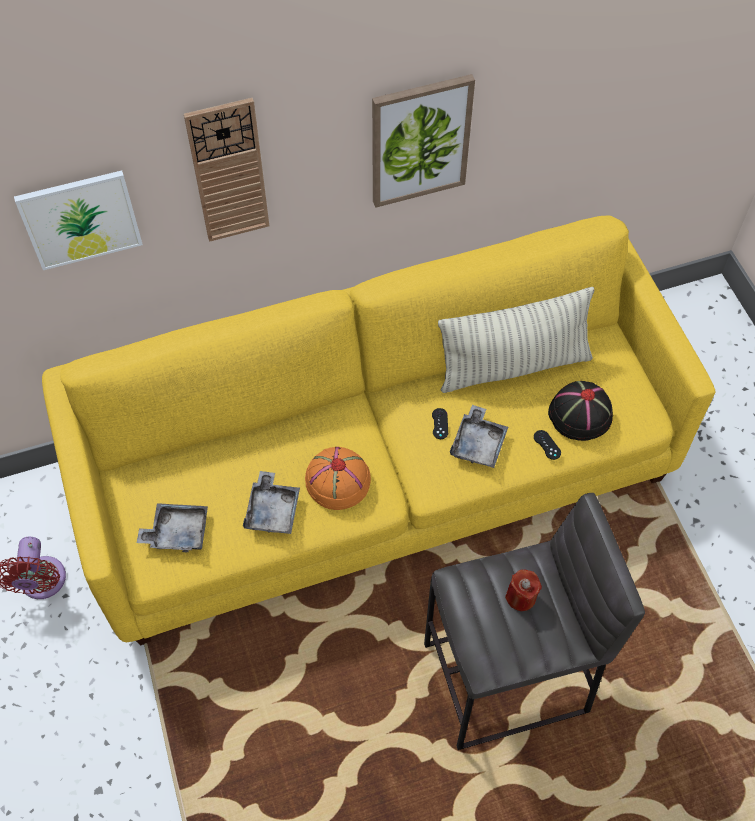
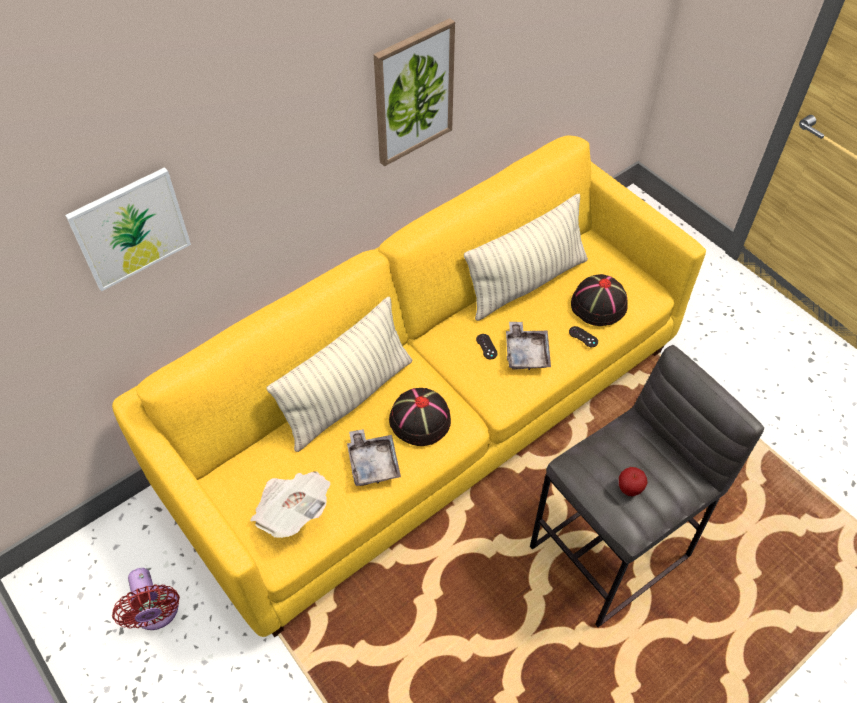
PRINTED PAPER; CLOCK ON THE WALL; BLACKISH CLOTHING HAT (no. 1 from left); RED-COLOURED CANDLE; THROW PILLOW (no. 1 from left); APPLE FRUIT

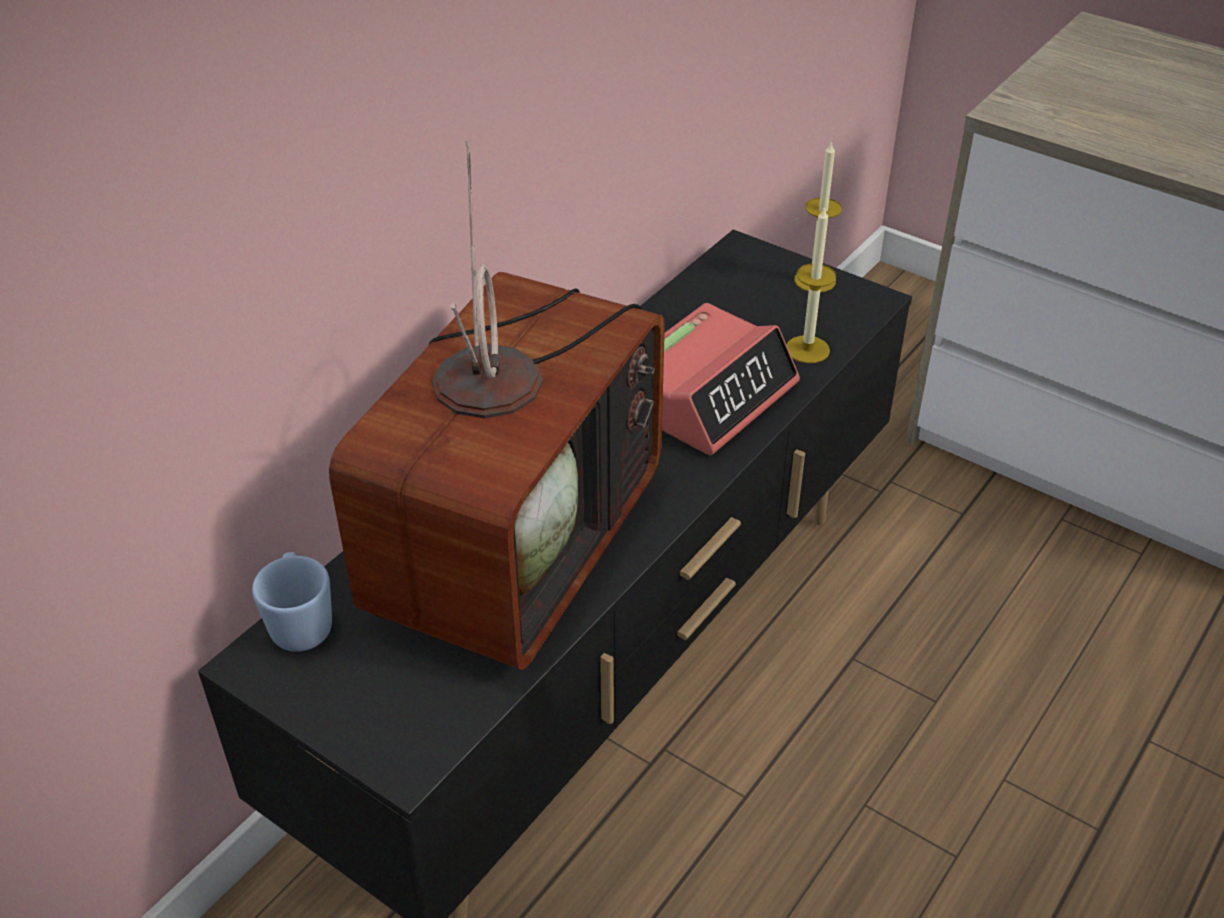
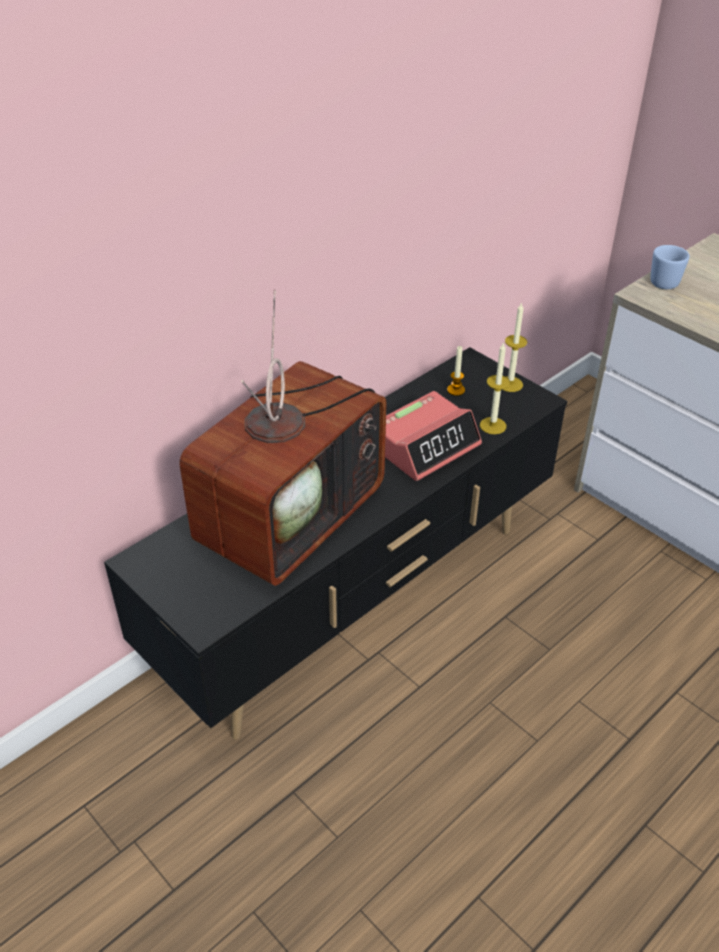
BLUE-COLOURED TEA MUG; CANDLE (no. 1 from left)

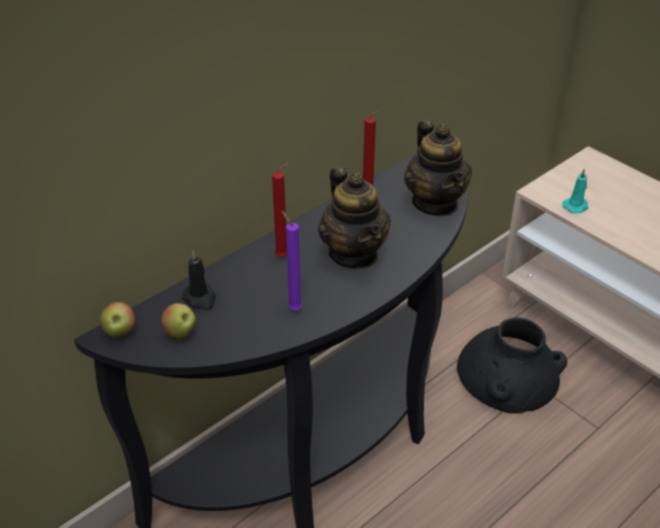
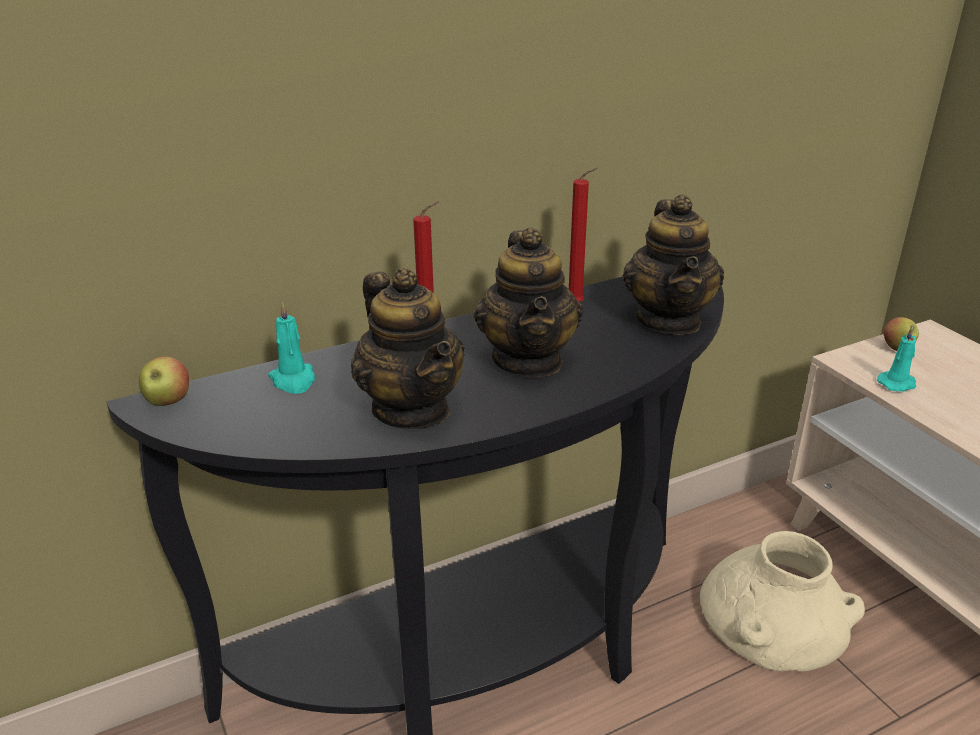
APPLE FRUIT (no. 2 from left); BLUE-GREEN CANDLE (no. 1 from left); TEAPOT (no. 1 from left); SAND-COLOURED VASE

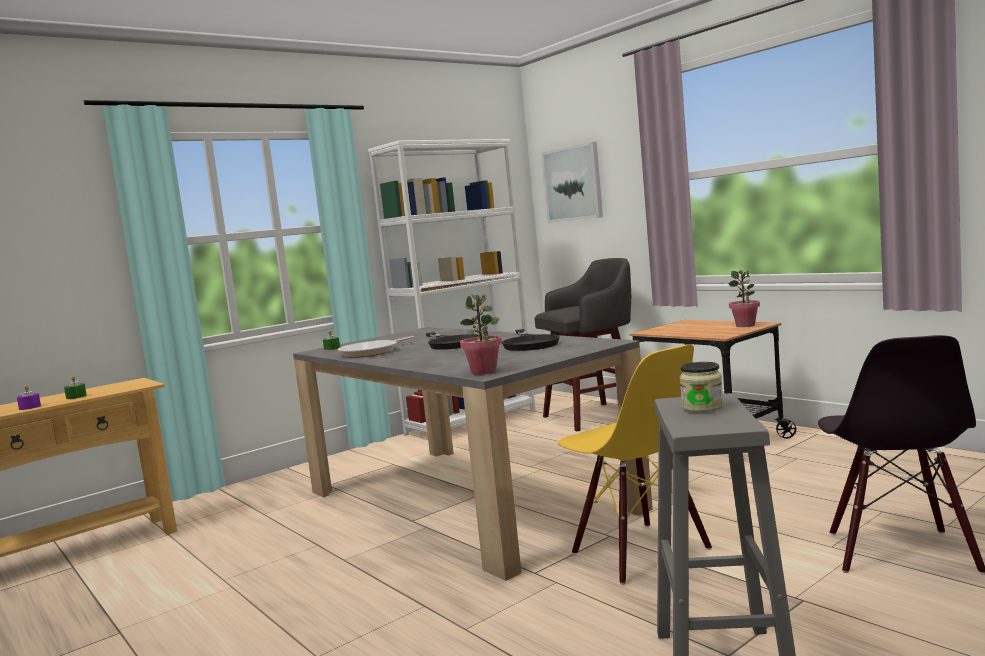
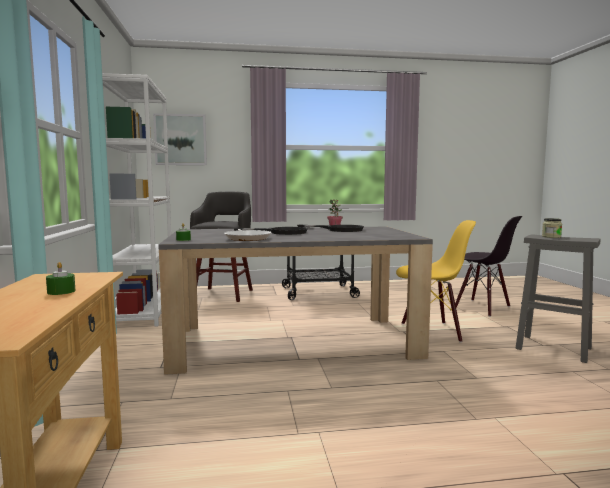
PURPLE-COLOURED CANDLE; PLANT IN A POT (no. 1 from left in the first image)

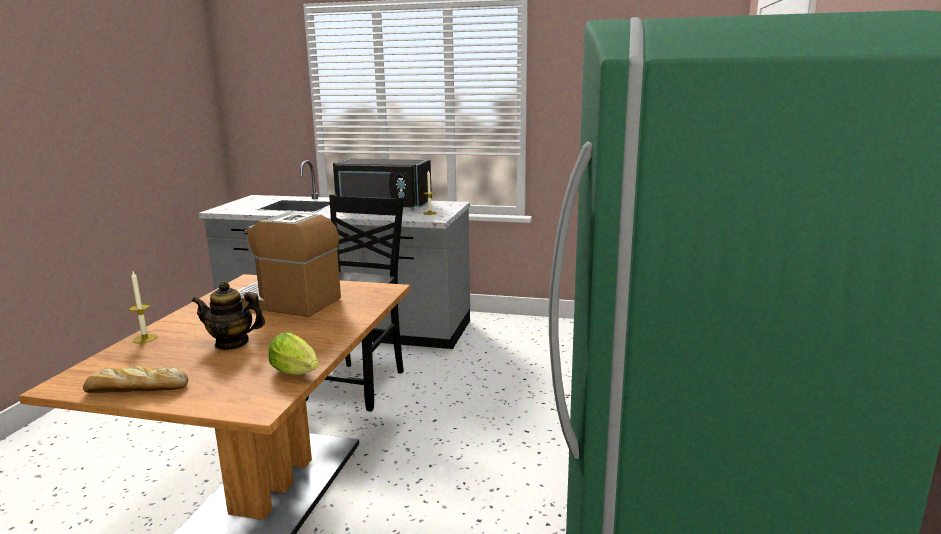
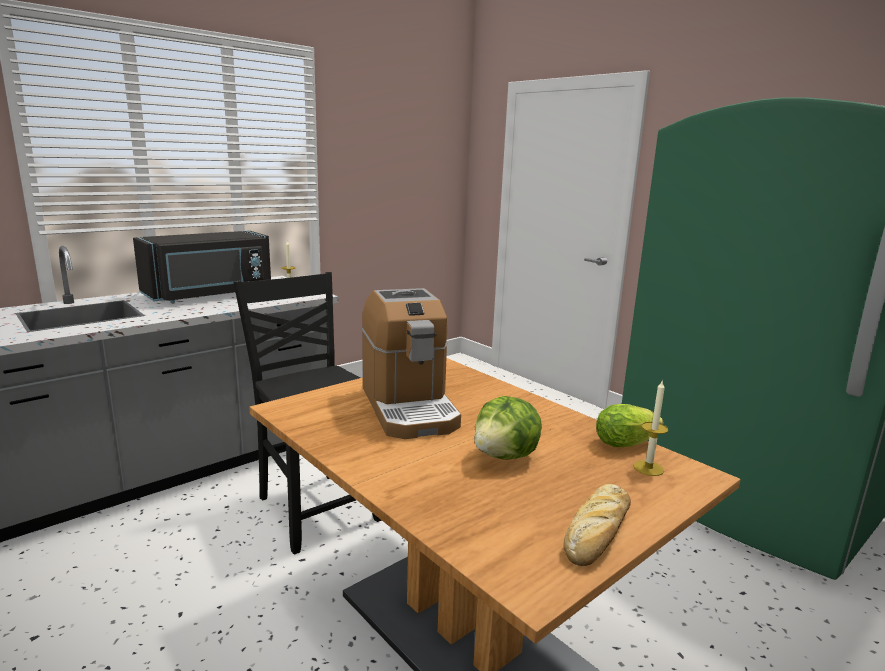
CANDLE (no. 2 from left); LETTUCE (no. 1 from left); COFFEE BREWER

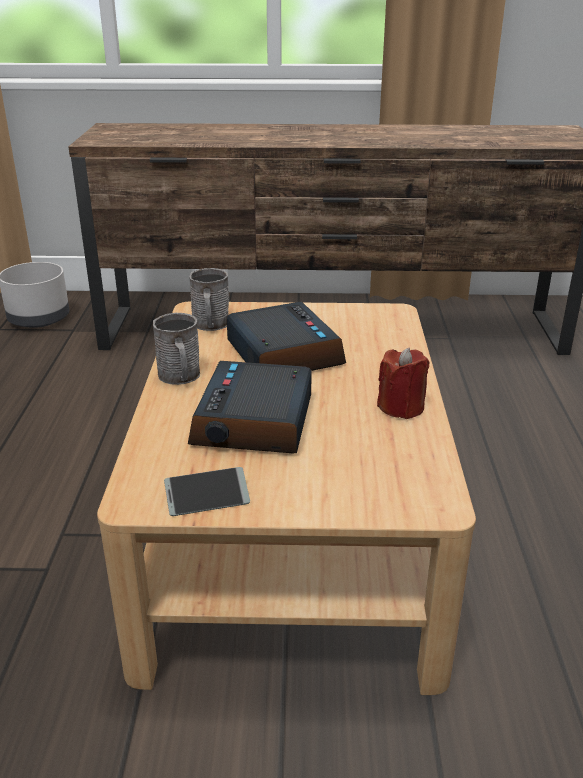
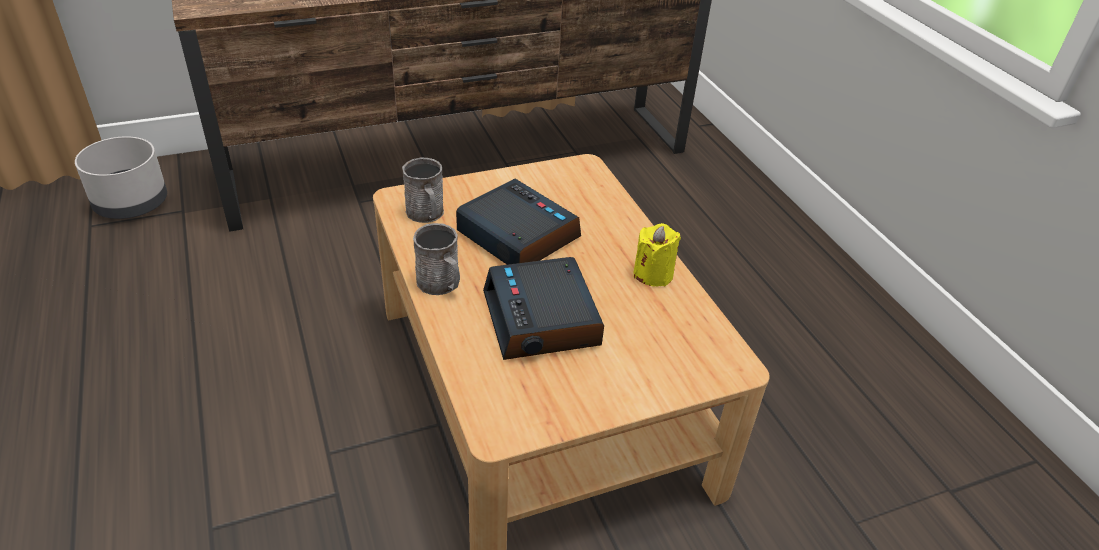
PHONE; YELLOW CANDLE

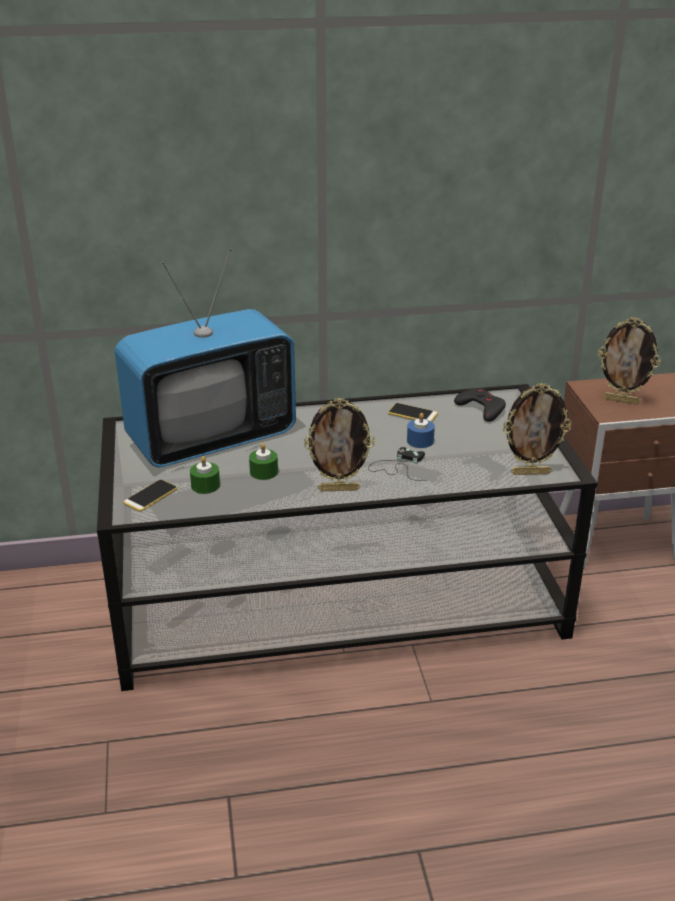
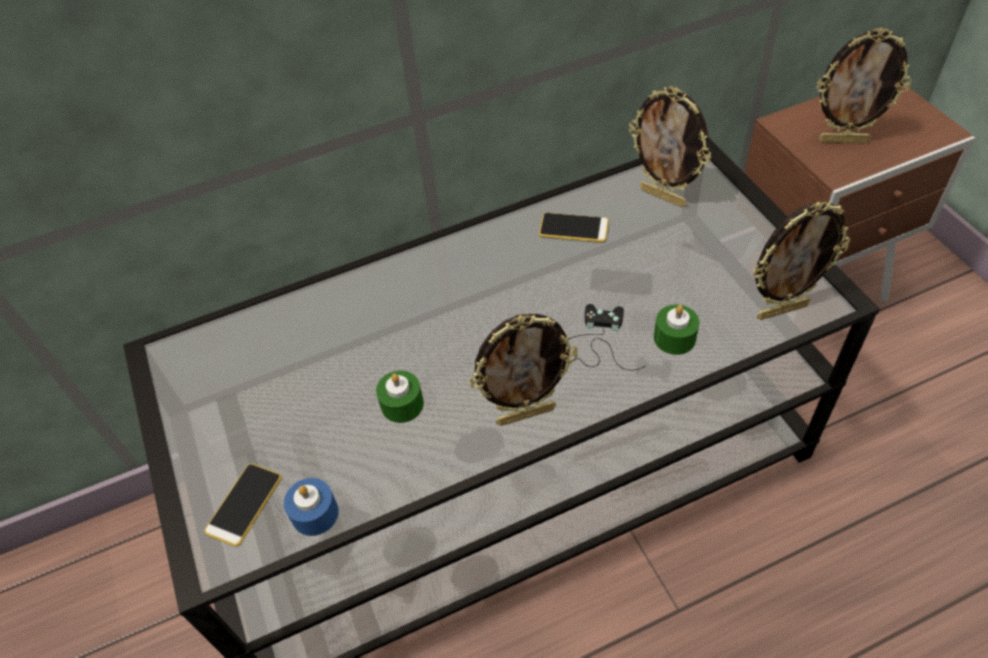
TV; GREENISH CANDLE (no. 2 from left); BLUE-COLOURED CANDLE; STANDING FRAME (no. 2 from left)

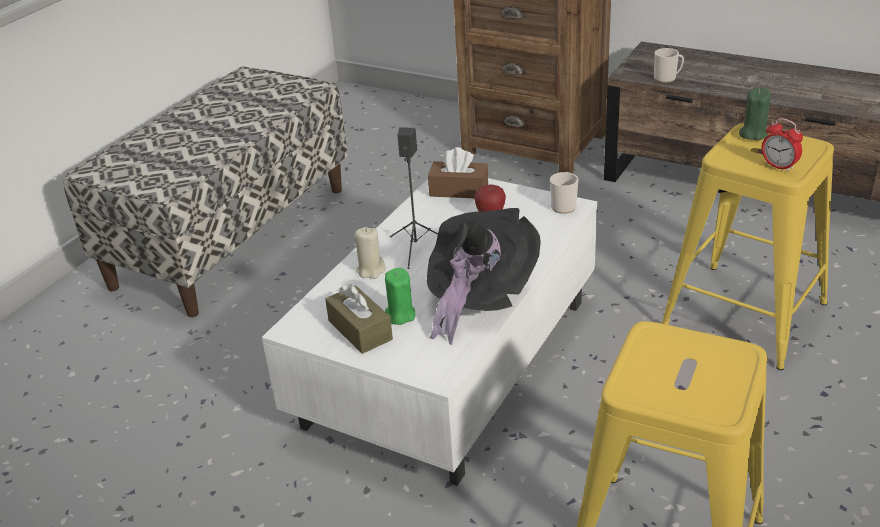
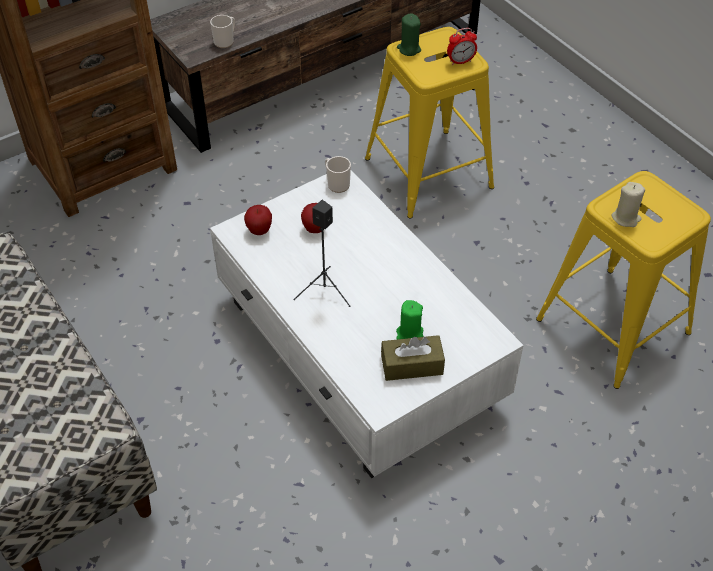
SAND-COLOURED CANDLE; BLACKISH CLOTHING HAT; APPLE FRUIT (no. 1 from left)

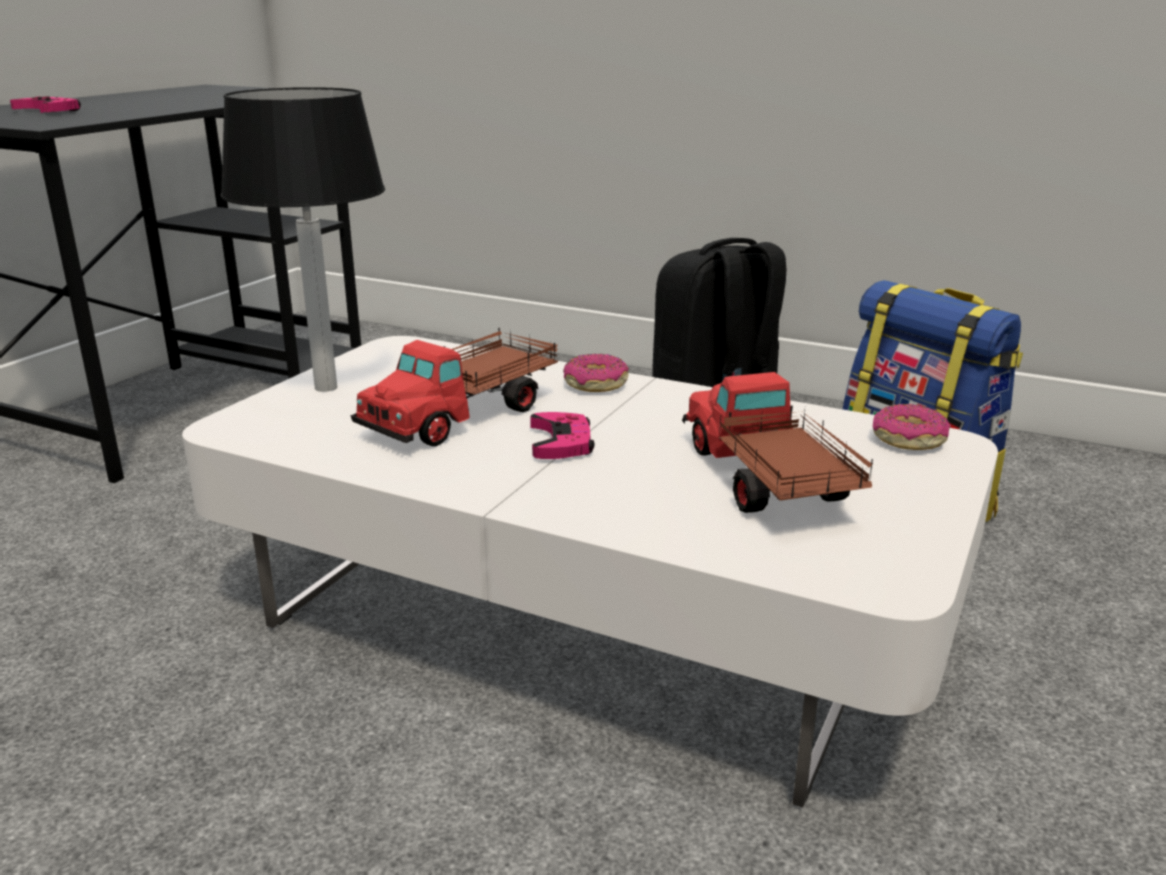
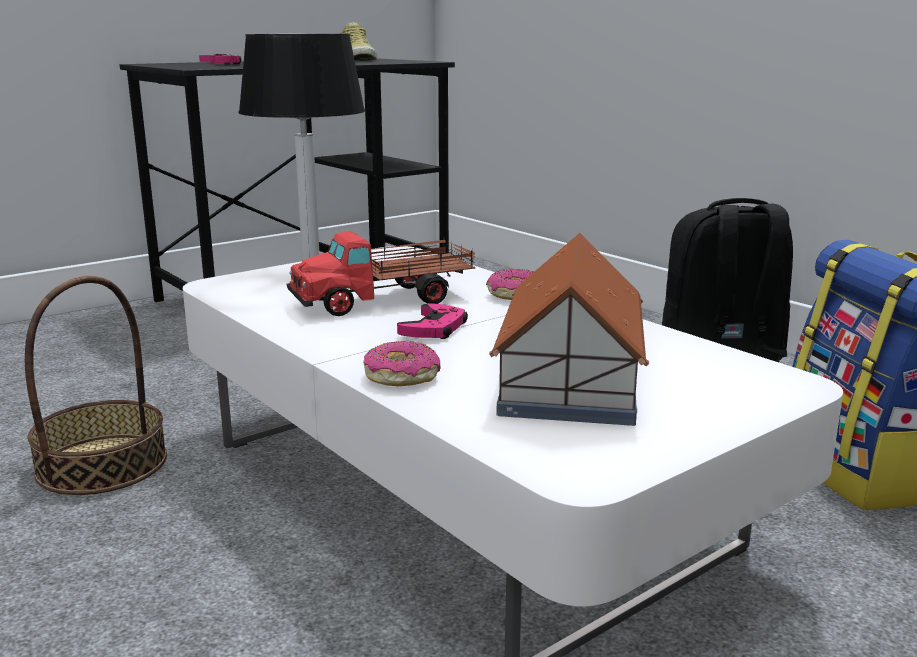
MODEL HOUSE; DOUGHNUT (no. 1 from left); HOUSEHOLD BASKET; SAND-COLOURED LOW SHOE

